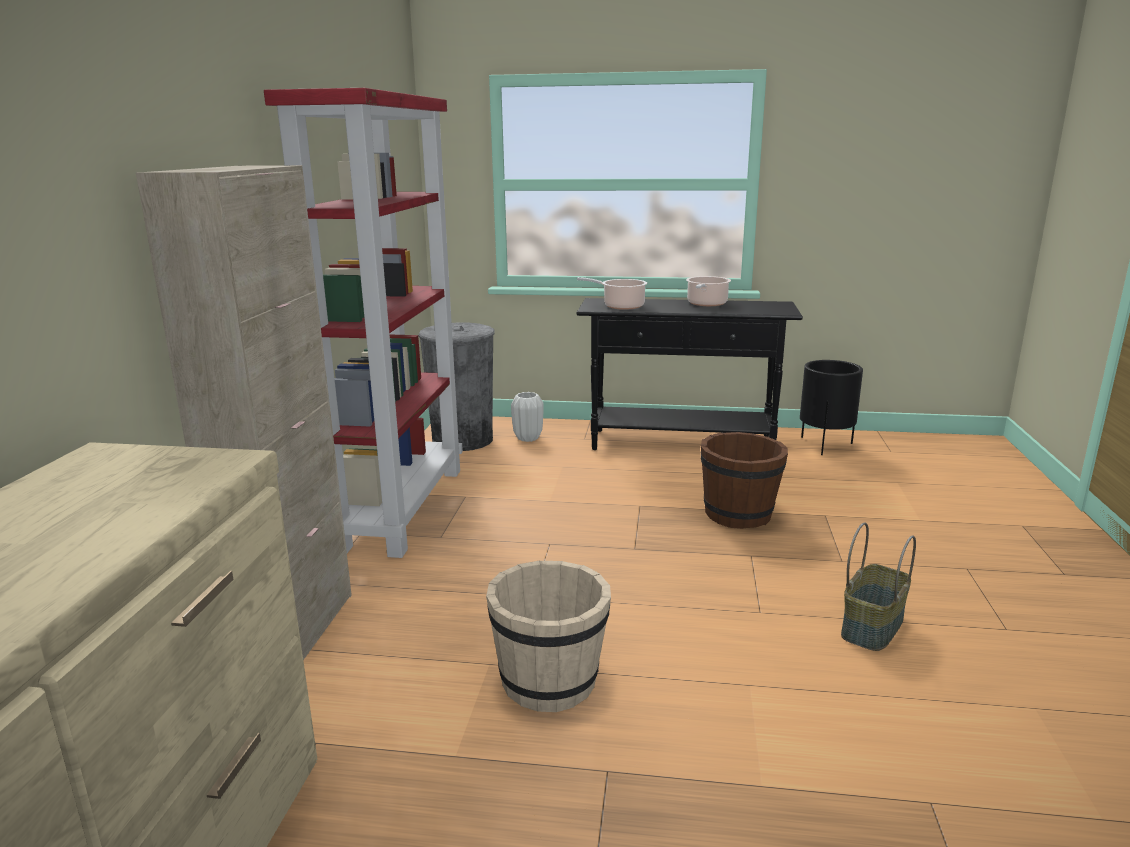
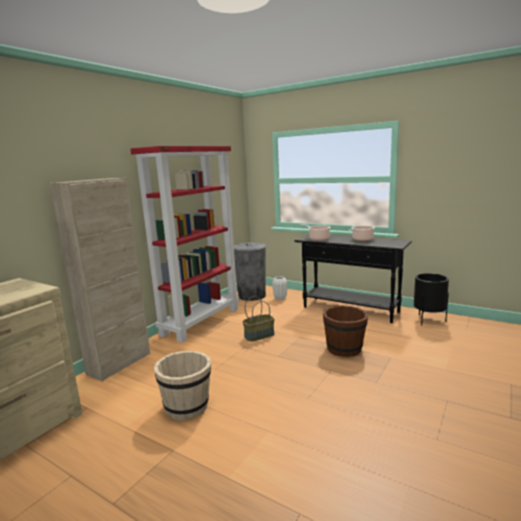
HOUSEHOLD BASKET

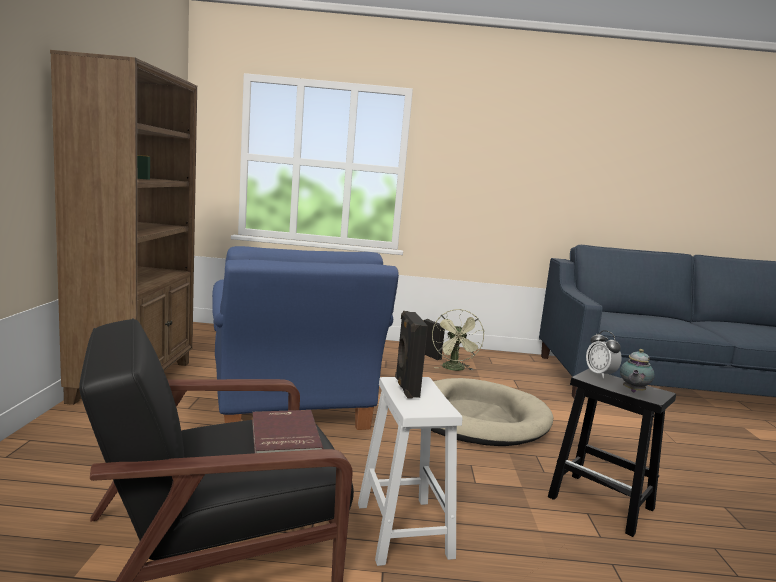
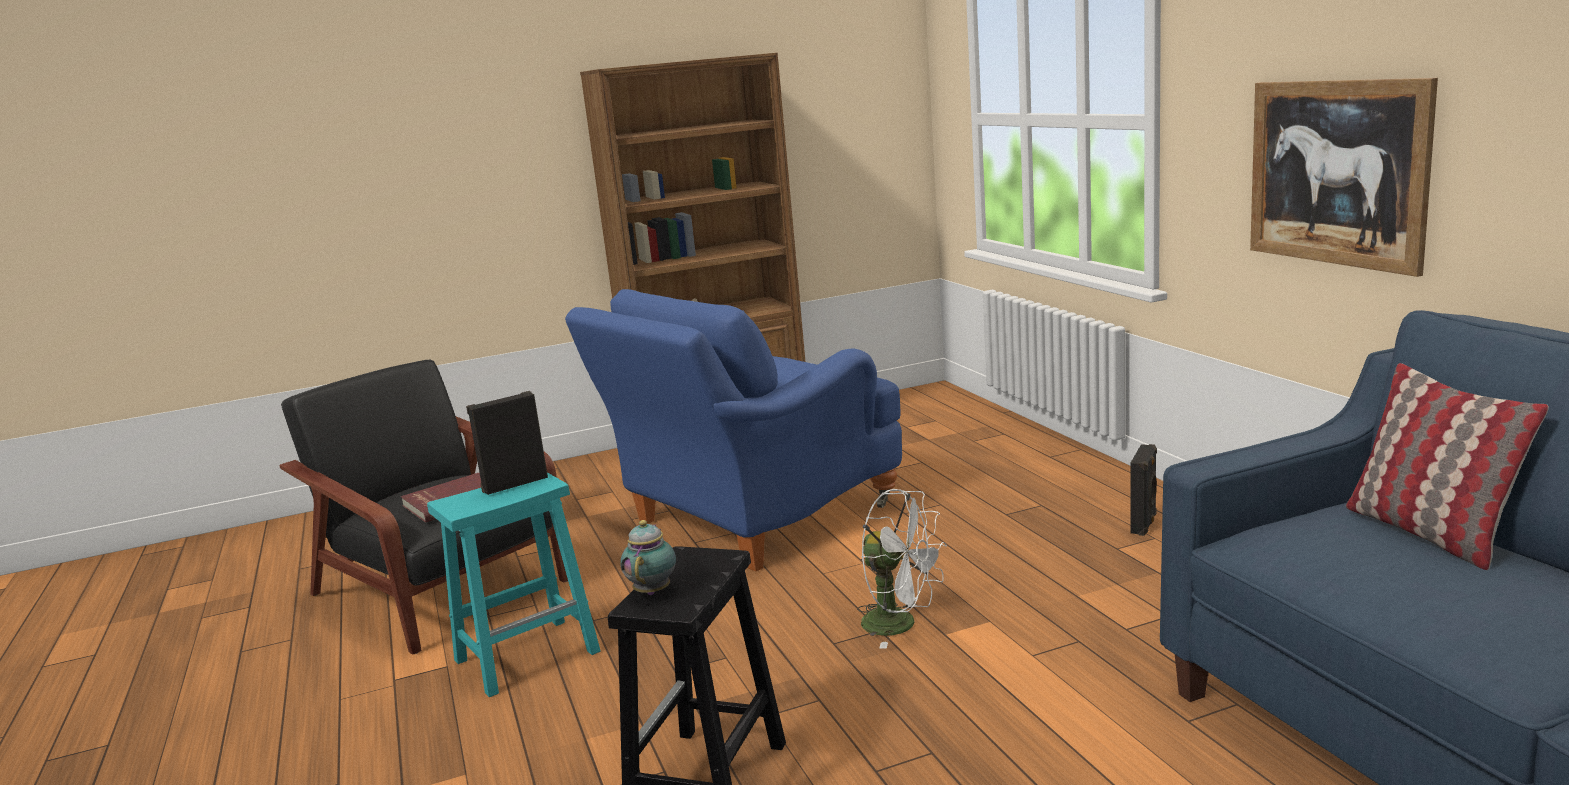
BLUE-GREEN STOOL SEAT; WHITE COOLING FAN; GREENISH COOLING FAN; BEDSIDE CLOCK; TEAPOT; WALL PICTURE; THROW PILLOW

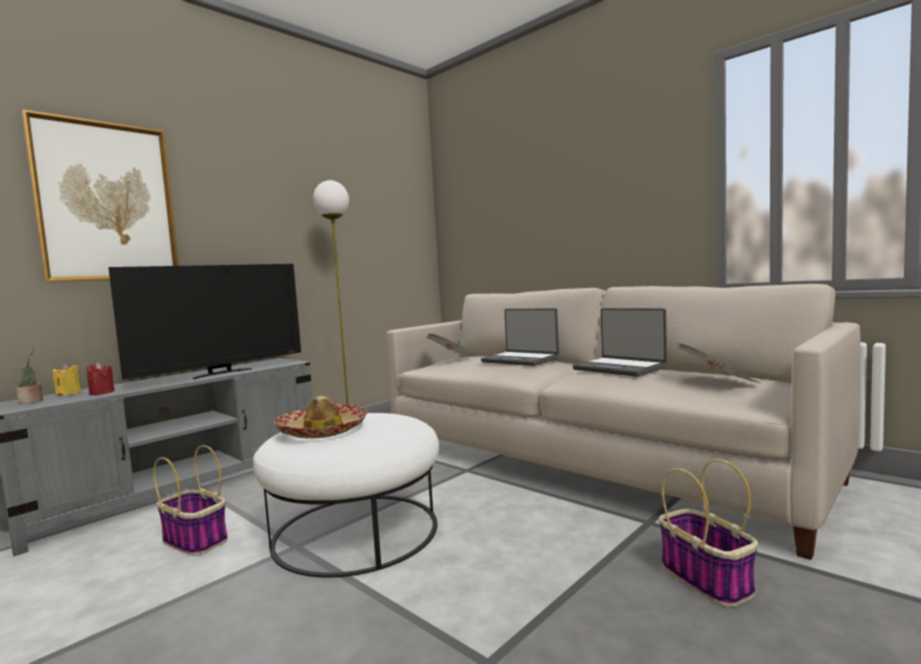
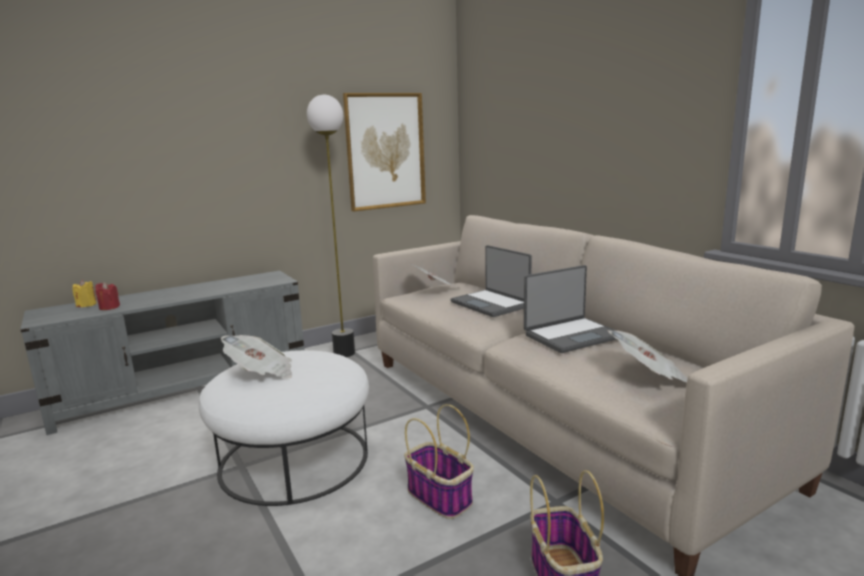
PLANT IN A POT; WALL PICTURE; TV; HOUSEHOLD BASKET (no. 1 from left); PRINTED PAPER (no. 1 from left); PORTABLE COMPUTER (no. 2 from left)

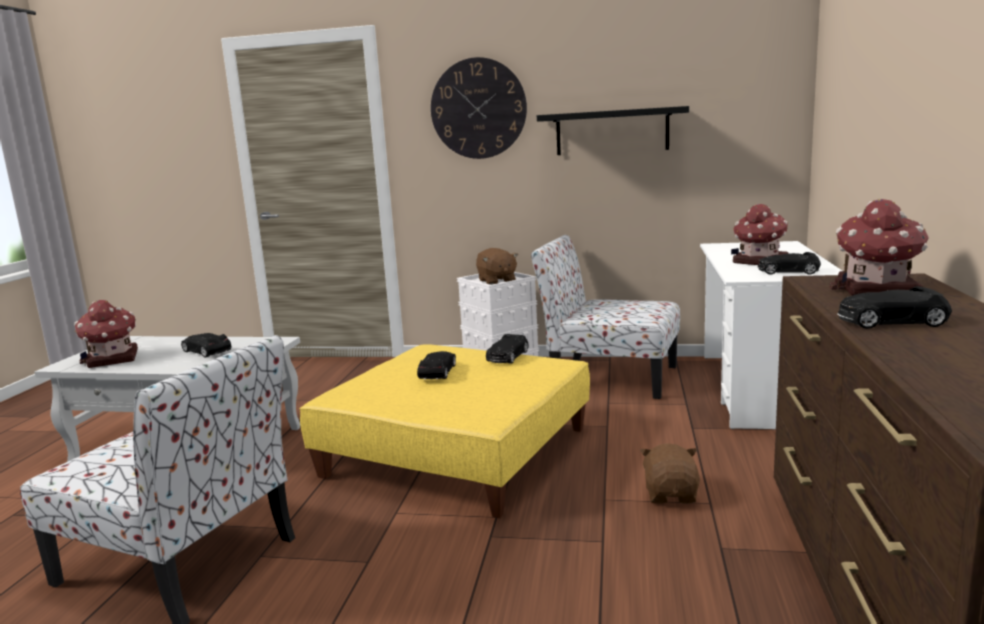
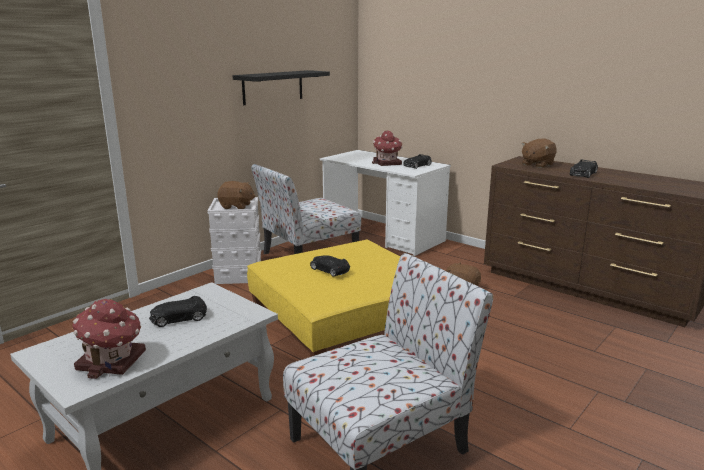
CLOCK ON THE WALL; BLACKISH MODEL CAR (no. 3 from left in the first image); BROWN-COLOURED SOFT TOY (no. 3 from left)

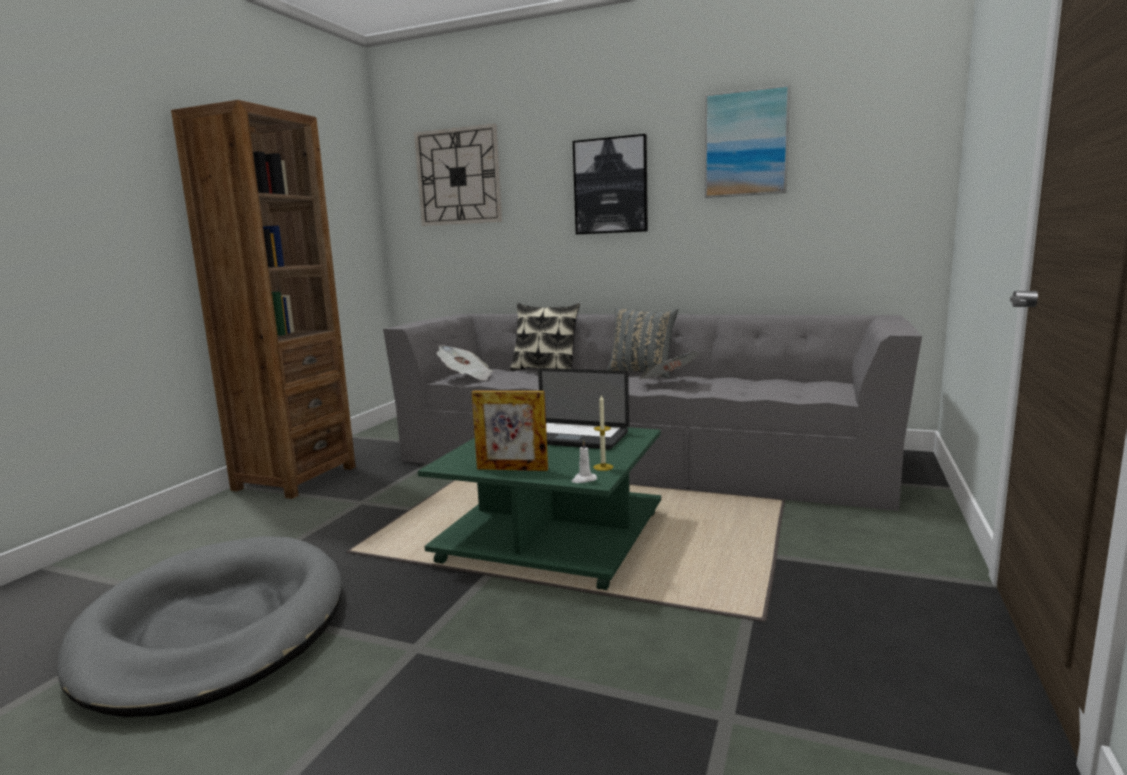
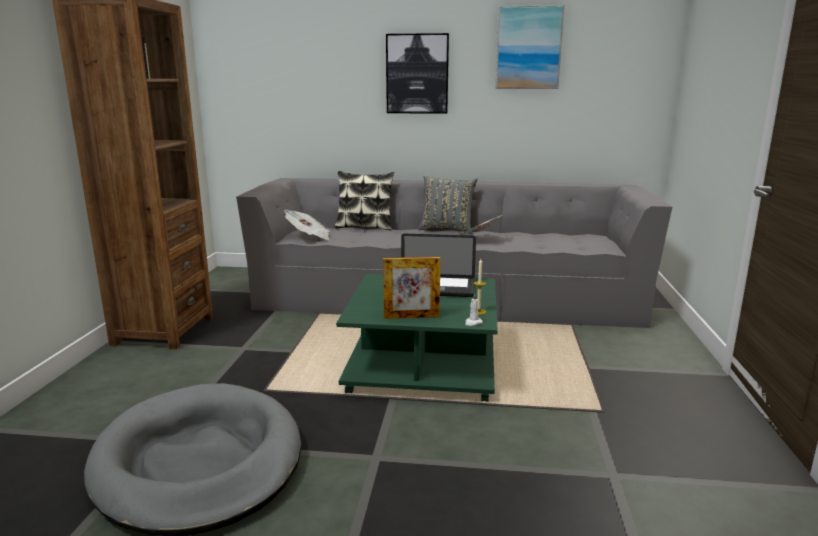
CLOCK ON THE WALL

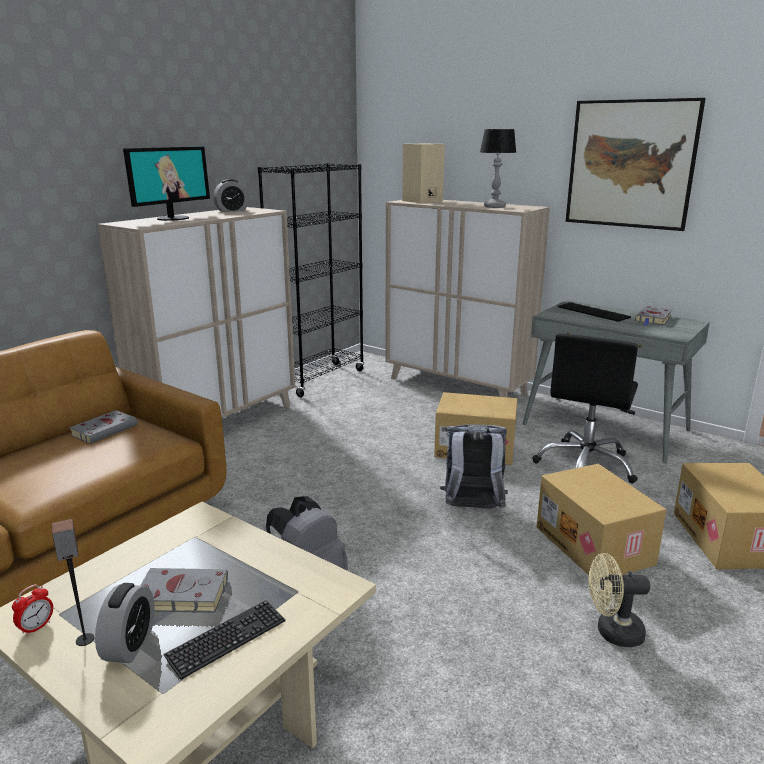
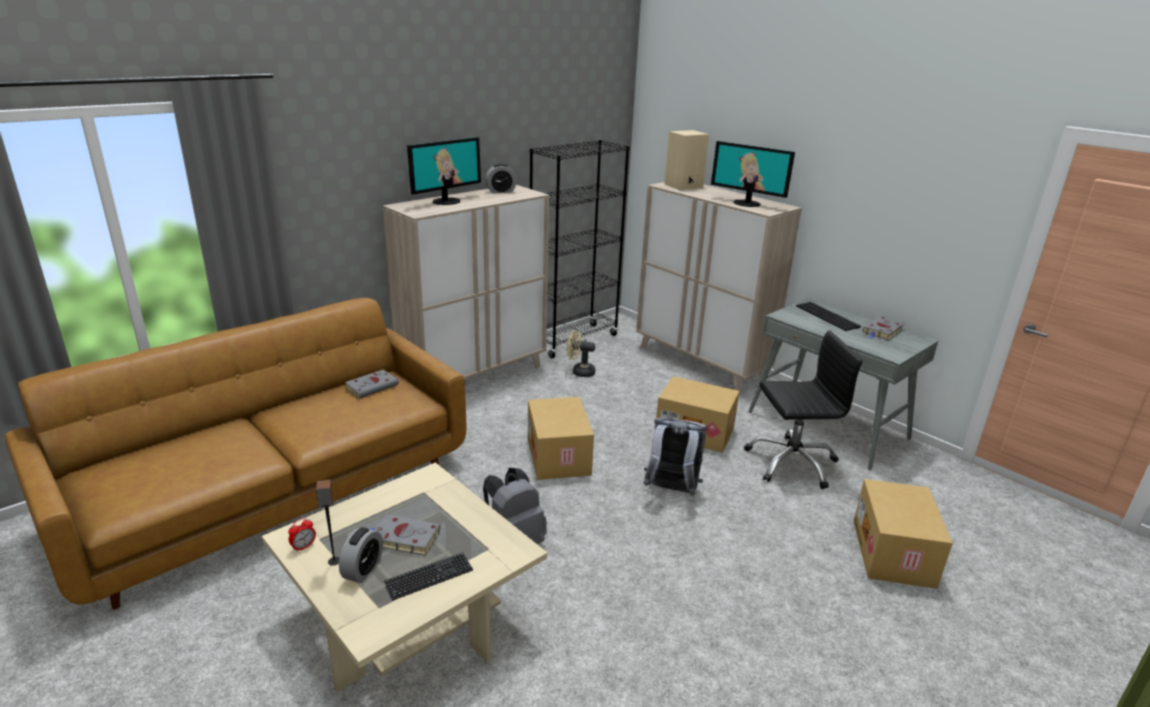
COMPUTER SCREEN (no. 2 from left); BLACKISH DESK CHAIR; CARDBOARD BOX (no. 1 from left); WALL PICTURE; SAND-COLOURED COOLING FAN

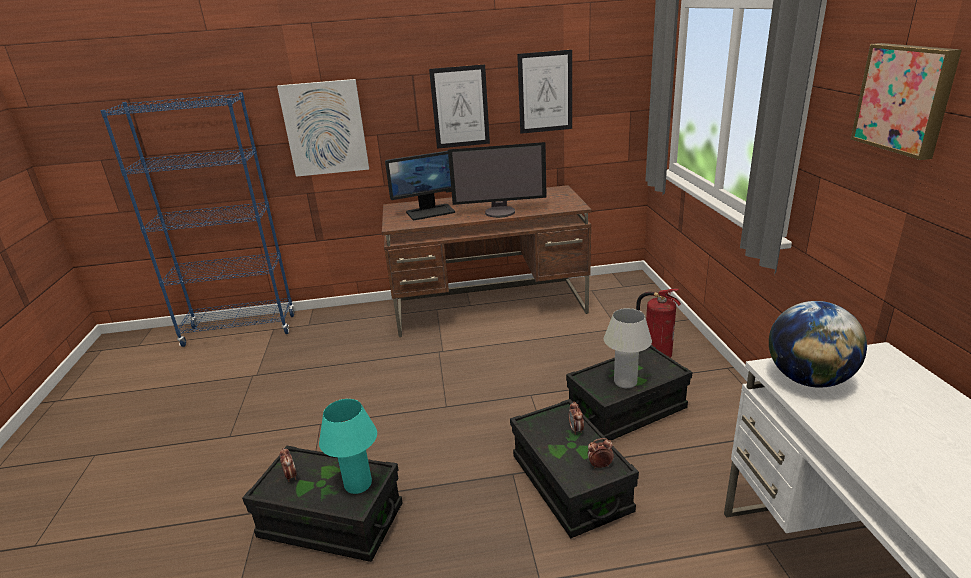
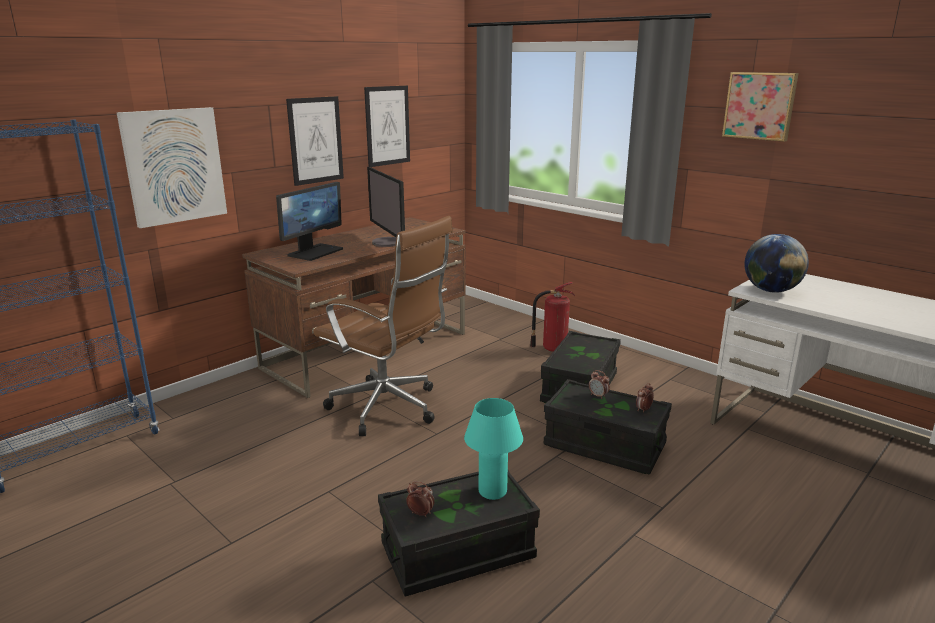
COMPUTER SCREEN (no. 2 from left); WHITE TABLETOP LAMP; BROWN-COLOURED DESK CHAIR

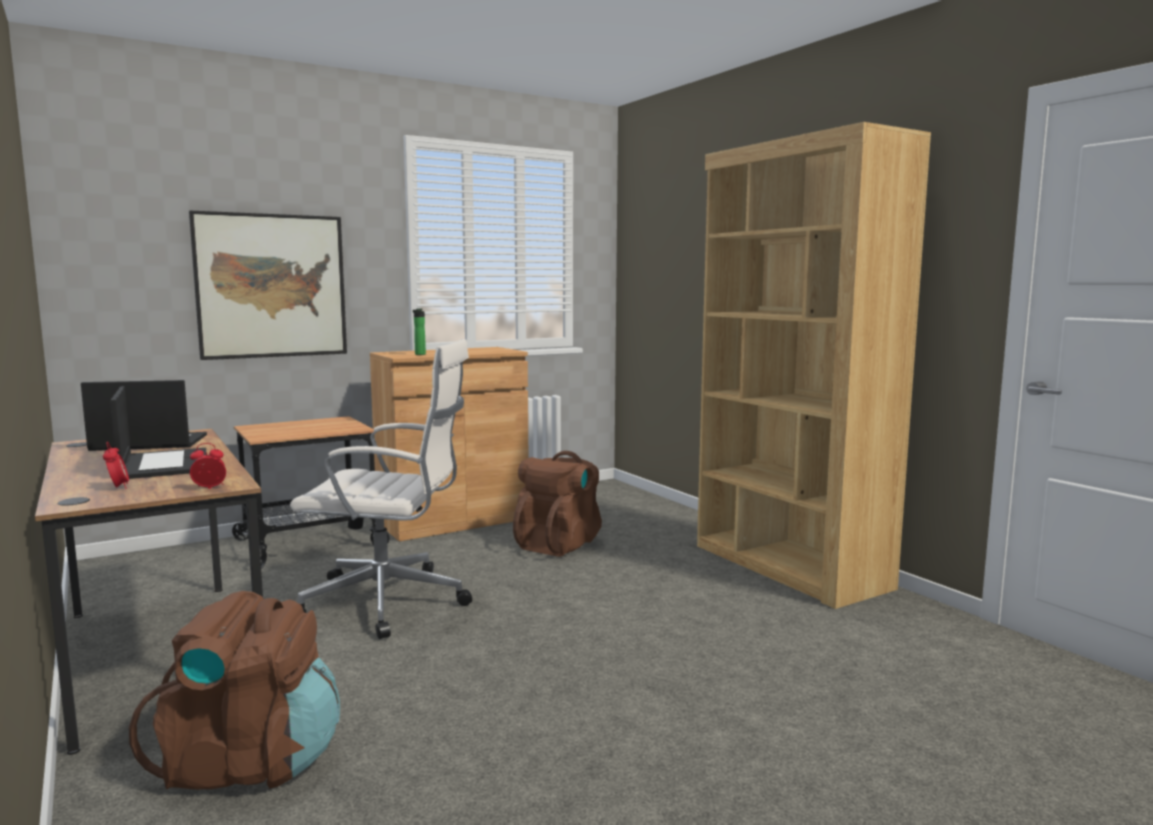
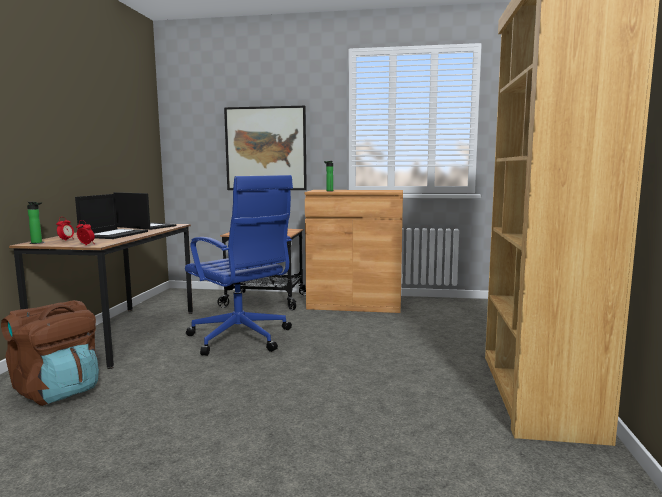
BLUE-COLOURED DESK CHAIR; BROWN-COLOURED RUCKSACK (no. 2 from left in the first image); BOTTLE (no. 1 from left)

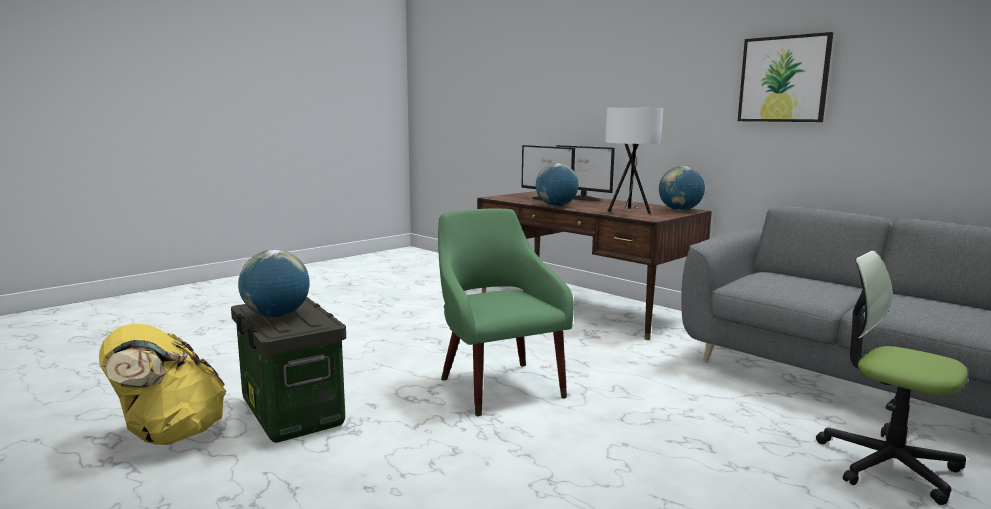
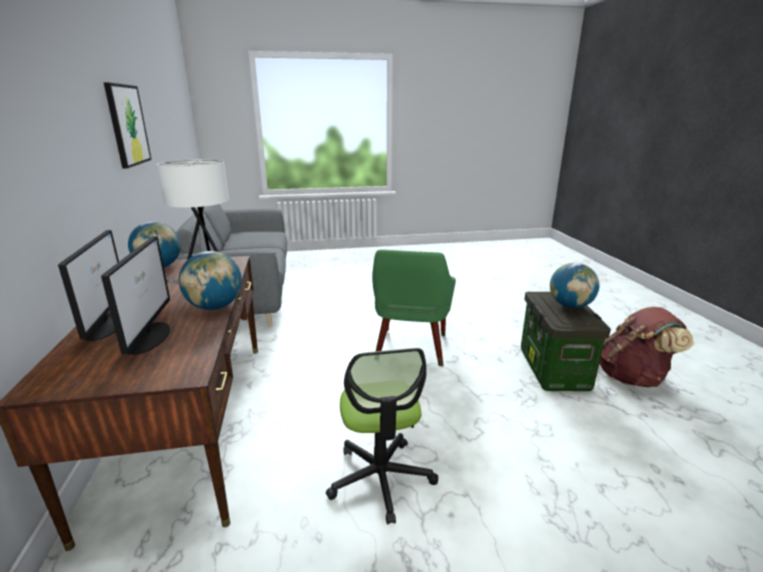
BROWN-COLOURED RUCKSACK; DESK CHAIR

